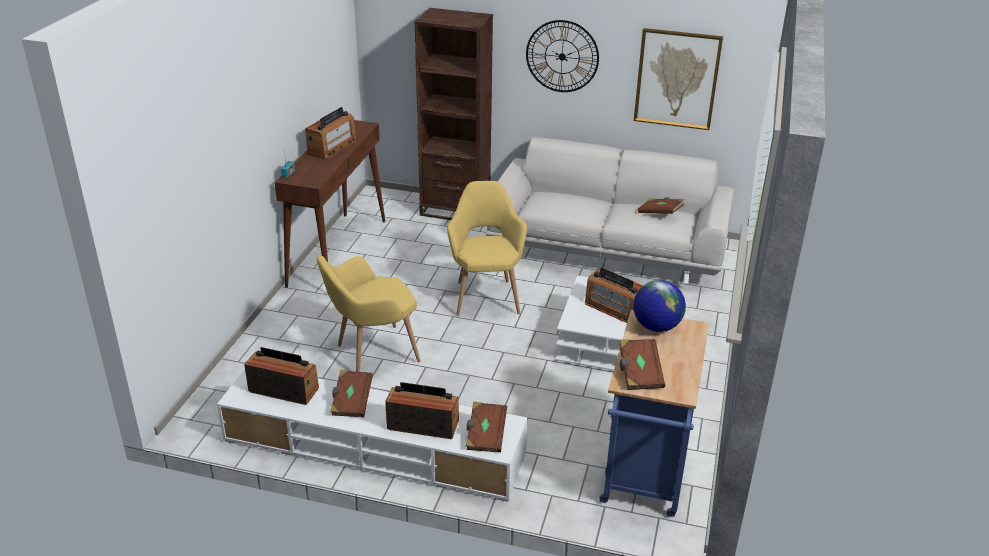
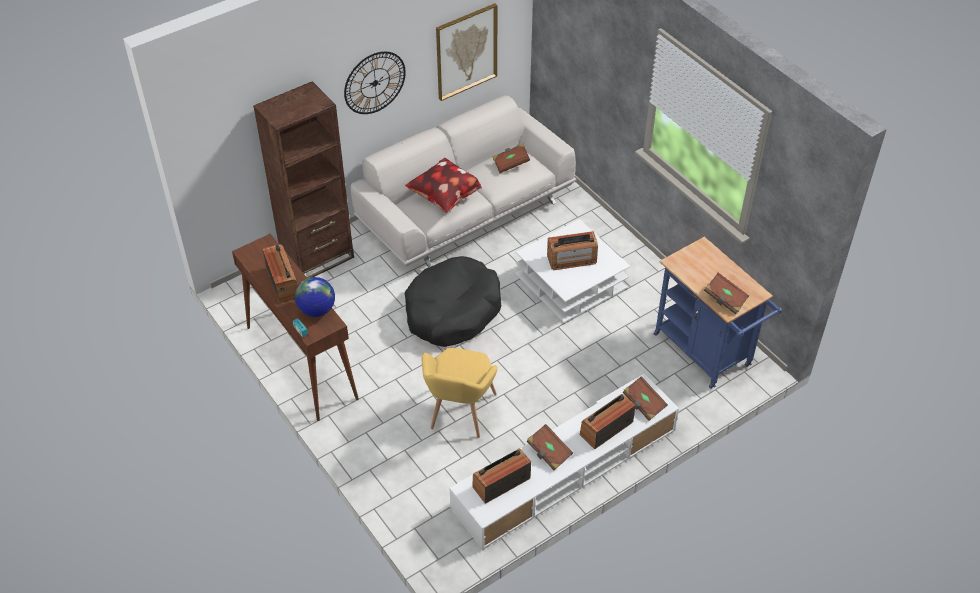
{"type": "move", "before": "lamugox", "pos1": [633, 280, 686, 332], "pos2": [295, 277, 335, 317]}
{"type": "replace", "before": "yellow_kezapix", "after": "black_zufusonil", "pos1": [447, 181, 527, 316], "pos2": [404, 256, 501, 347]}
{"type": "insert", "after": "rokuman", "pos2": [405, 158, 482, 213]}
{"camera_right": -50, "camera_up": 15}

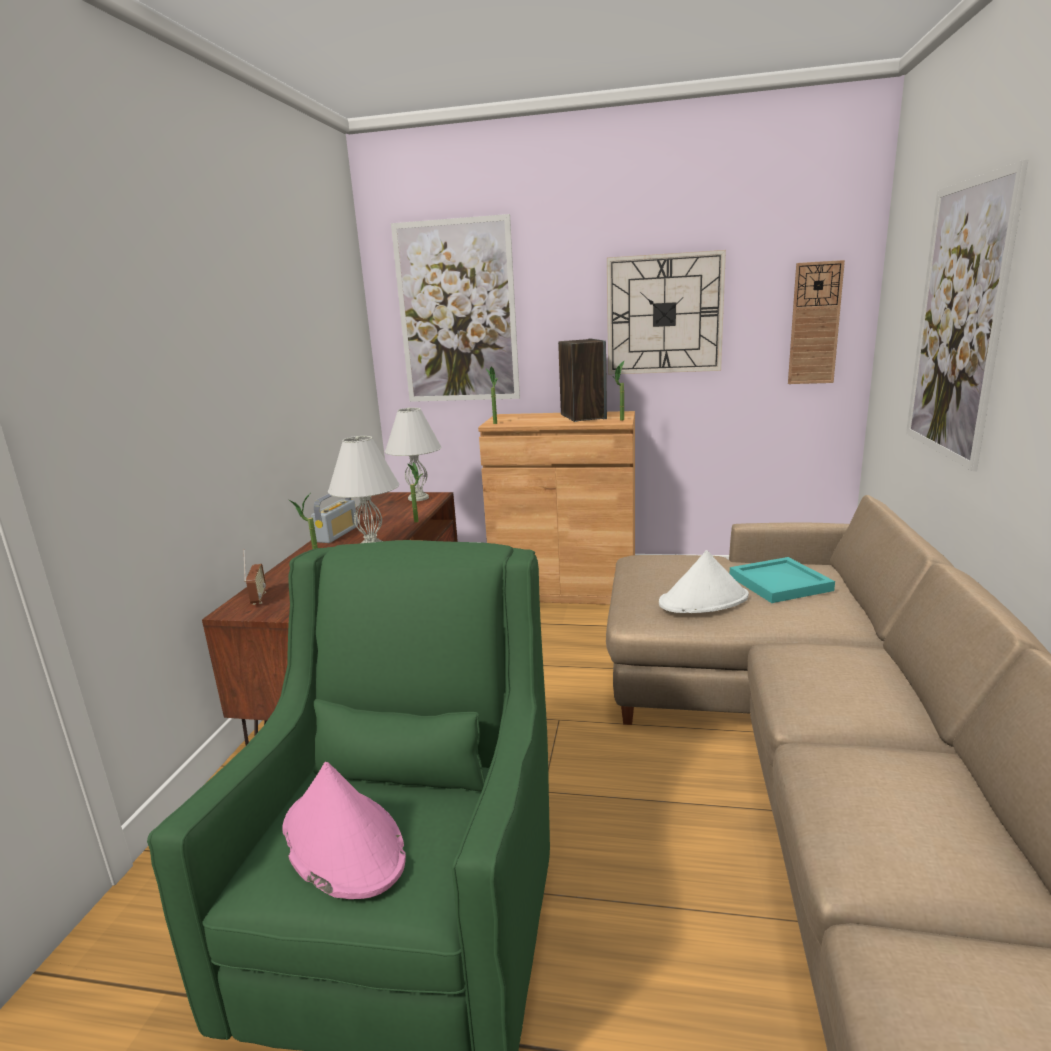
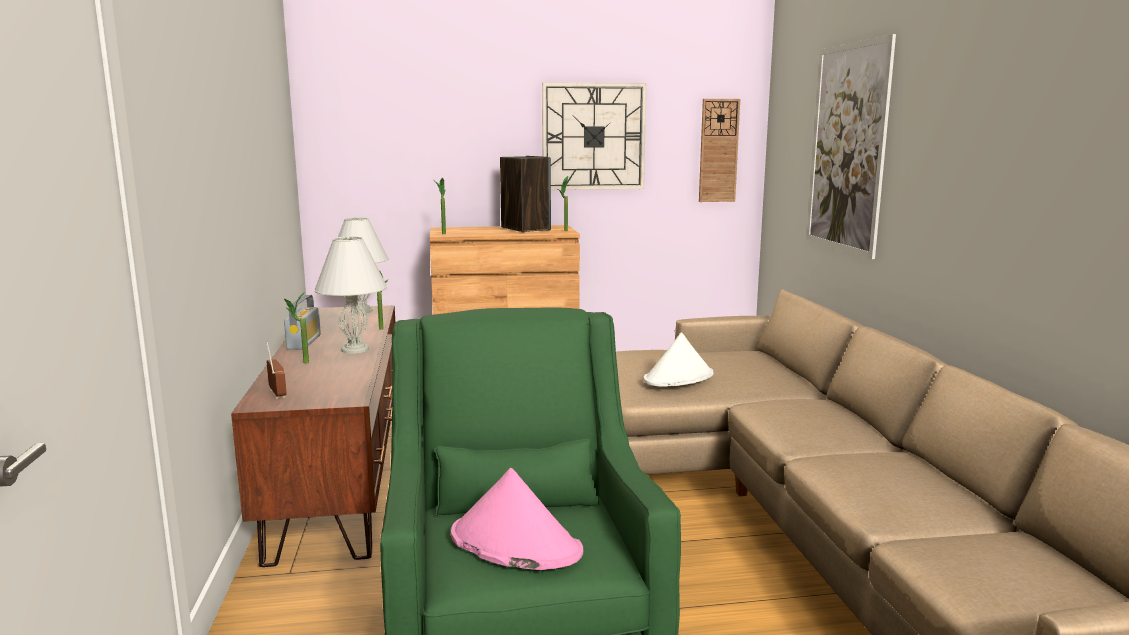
{"type": "delete", "before": "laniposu", "pos1": [391, 214, 520, 402]}
{"type": "delete", "before": "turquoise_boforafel", "pos1": [729, 557, 835, 603]}
{"camera_right": -20, "camera_up": -5}

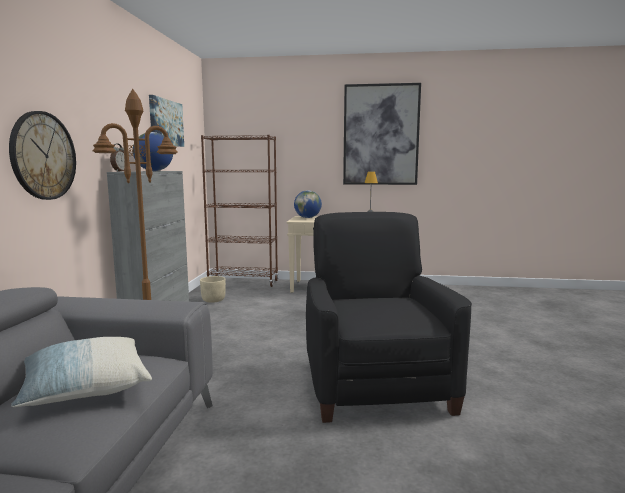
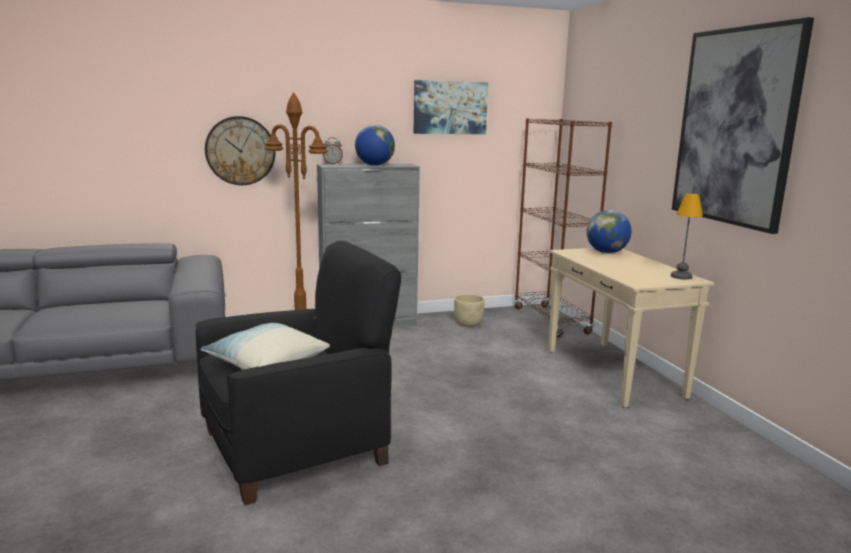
{"type": "move", "before": "rokuman", "pos1": [11, 337, 152, 407], "pos2": [200, 323, 330, 370]}
{"camera_right": 65, "camera_up": 5}

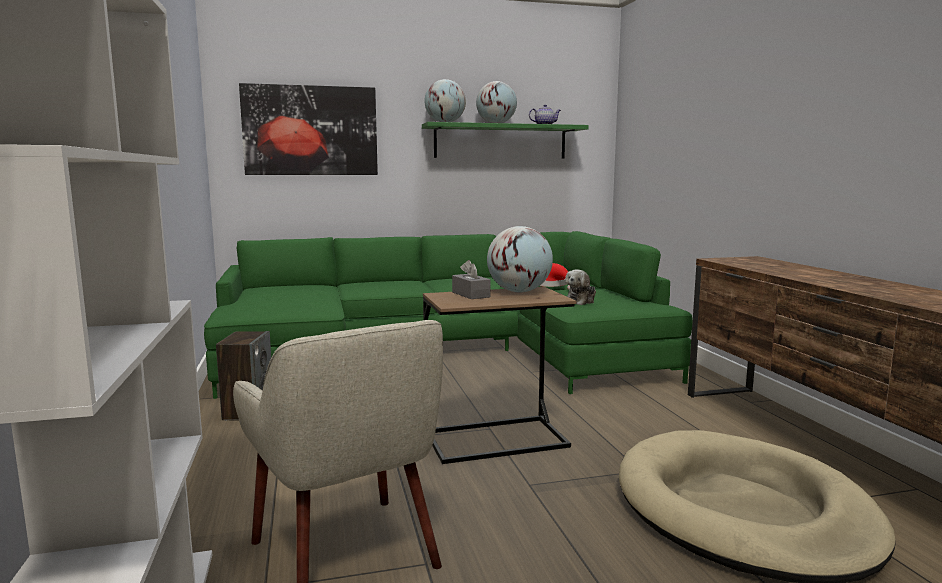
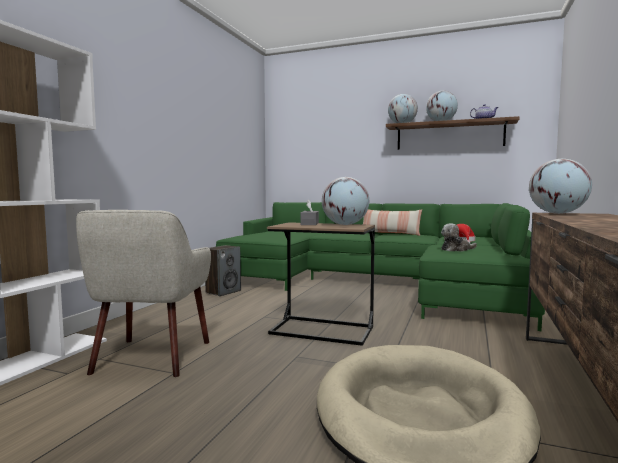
{"type": "insert", "after": "rokuman", "pos2": [363, 209, 422, 236]}
{"type": "recolor", "before": "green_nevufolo", "after": "brown_nevufolo", "pos1": [422, 122, 589, 158], "pos2": [386, 116, 519, 150]}
{"type": "insert", "after": "lamugox", "pos2": [529, 159, 592, 214]}
{"type": "delete", "before": "laniposu", "pos1": [239, 83, 378, 175]}
{"camera_right": 35, "camera_up": -5}

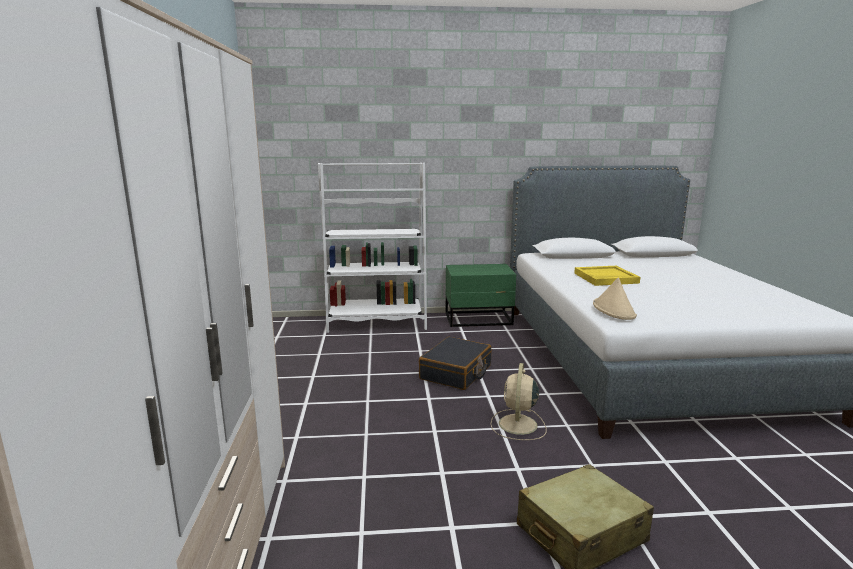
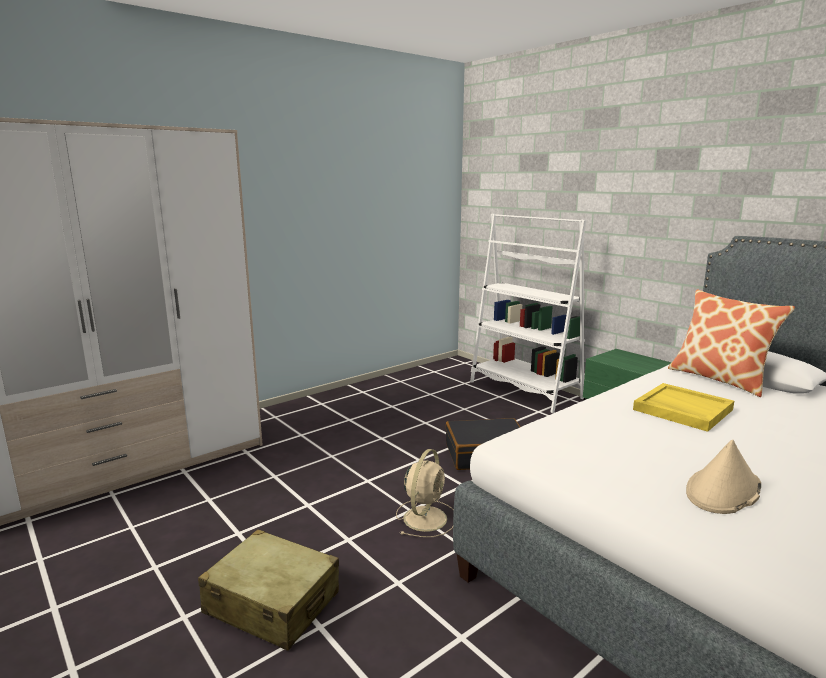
{"type": "rotate", "before": "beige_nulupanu", "pos1": [491, 363, 547, 440], "pos2": [396, 449, 454, 537], "turn": 135}
{"type": "insert", "after": "rokuman", "pos2": [668, 289, 795, 397]}
{"type": "move", "before": "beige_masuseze", "pos1": [593, 277, 637, 320], "pos2": [686, 439, 761, 514]}
{"camera_right": 55, "camera_up": 0}

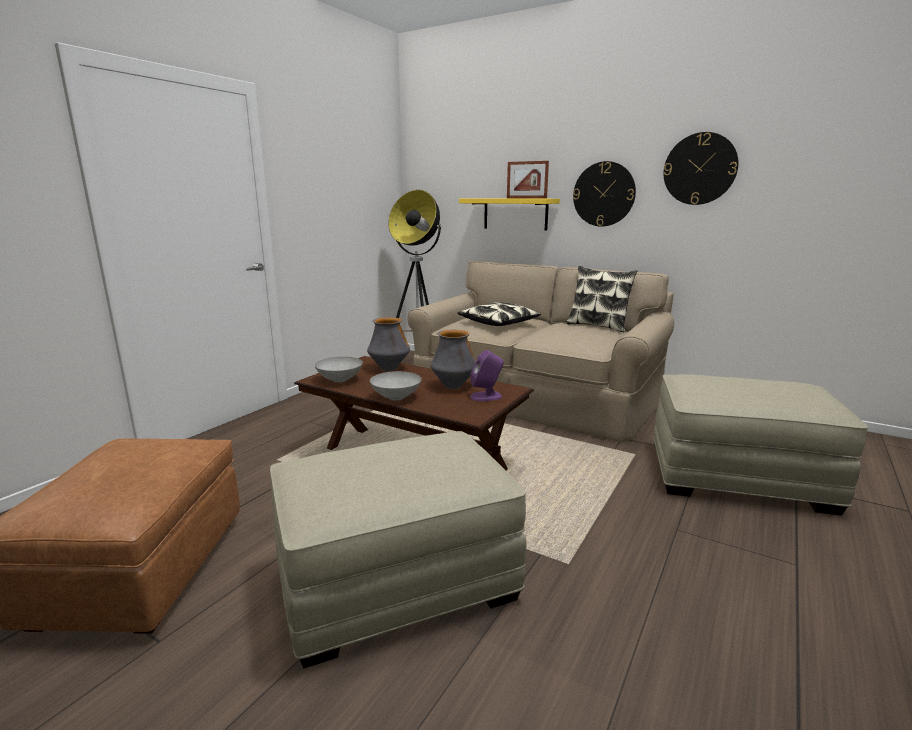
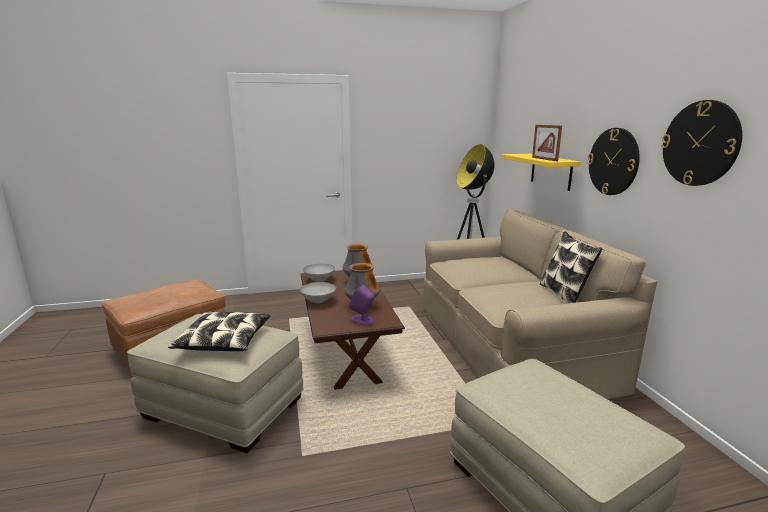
{"type": "move", "before": "rokuman", "pos1": [457, 302, 541, 326], "pos2": [168, 312, 270, 351]}
{"camera_right": 45, "camera_up": 0}

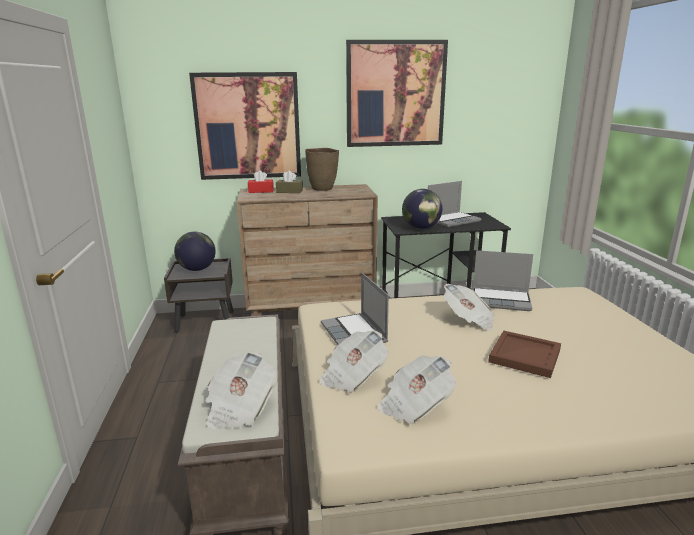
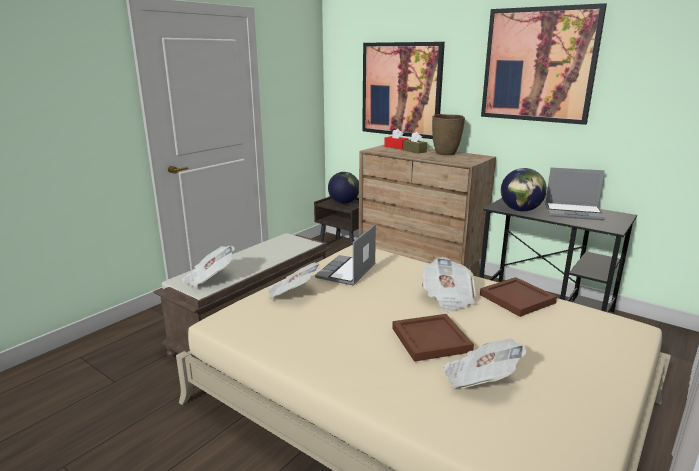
{"type": "move", "before": "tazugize", "pos1": [377, 355, 456, 424], "pos2": [443, 339, 527, 389]}
{"type": "replace", "before": "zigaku", "after": "brown_boforafel", "pos1": [473, 250, 533, 311], "pos2": [480, 277, 557, 317]}
{"camera_right": 45, "camera_up": 0}

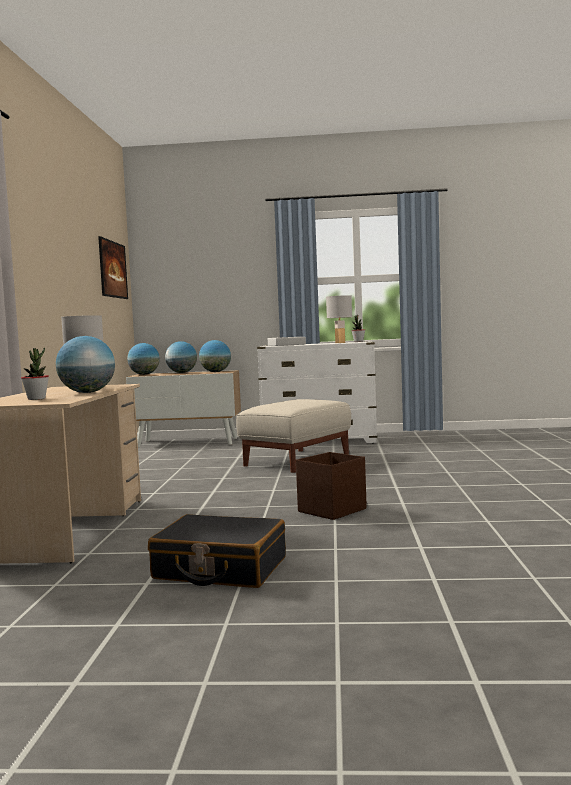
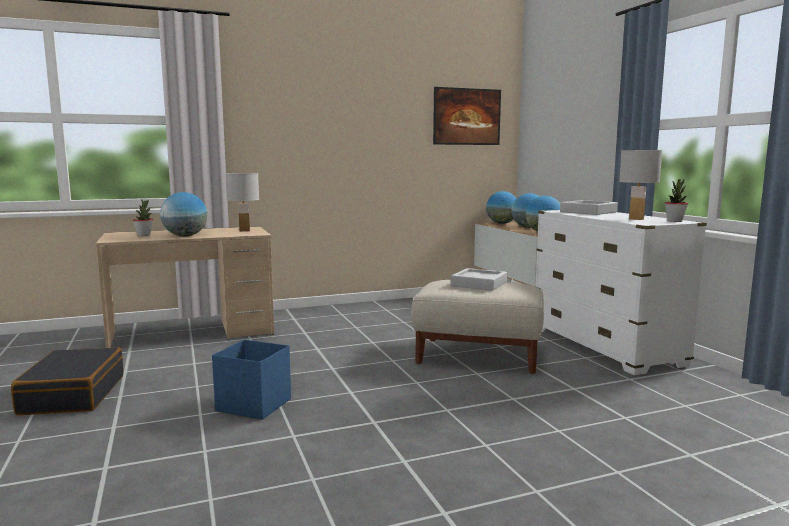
{"type": "recolor", "before": "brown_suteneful", "after": "blue_suteneful", "pos1": [296, 452, 367, 520], "pos2": [212, 339, 291, 420]}
{"type": "insert", "after": "grey_boforafel", "pos2": [451, 268, 507, 291]}
{"camera_right": 65, "camera_up": 5}

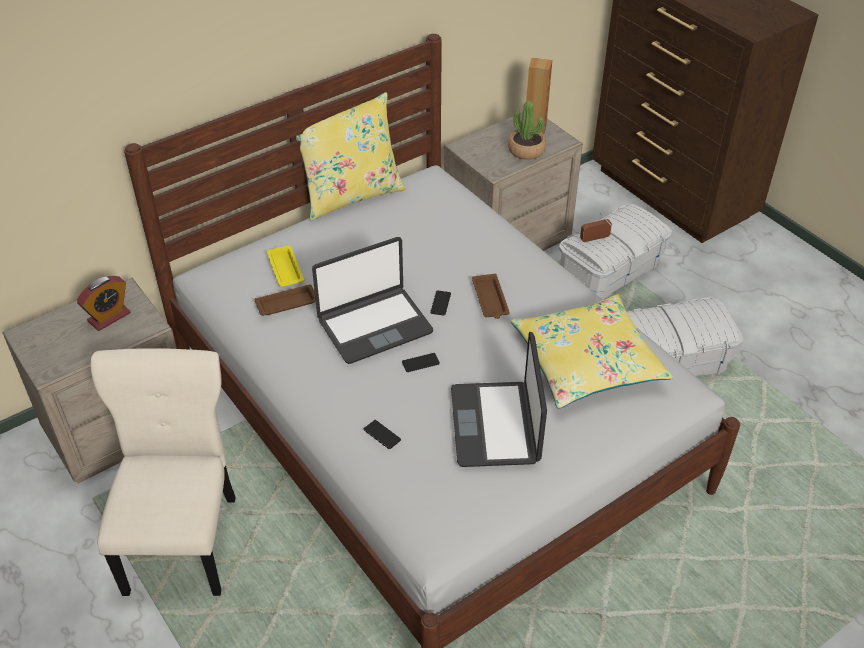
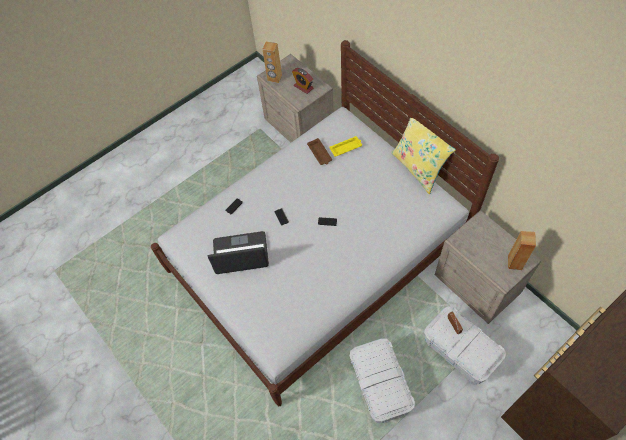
{"type": "insert", "after": "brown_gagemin", "pos2": [262, 41, 282, 83]}
{"type": "delete", "before": "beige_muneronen", "pos1": [90, 348, 236, 596]}
{"type": "delete", "before": "zigaku", "pos1": [312, 237, 433, 364]}
{"type": "delete", "before": "brown_boforafel", "pos1": [472, 274, 510, 319]}
{"type": "delete", "before": "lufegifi", "pos1": [508, 101, 546, 160]}
{"type": "delete", "before": "yellow_rokuman", "pos1": [511, 294, 673, 409]}
{"camera_right": 90, "camera_up": 15}

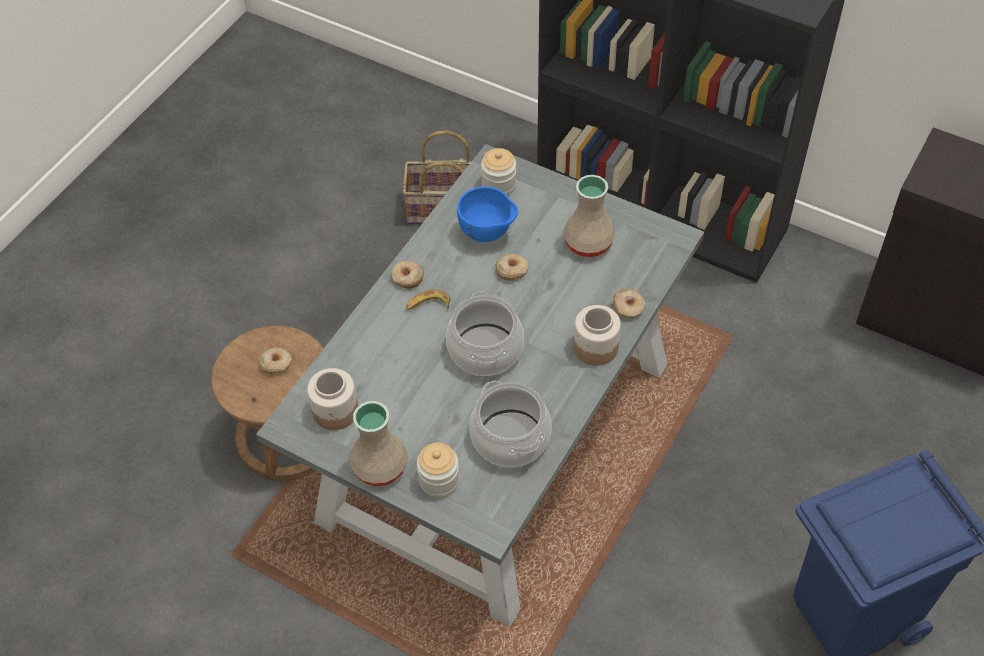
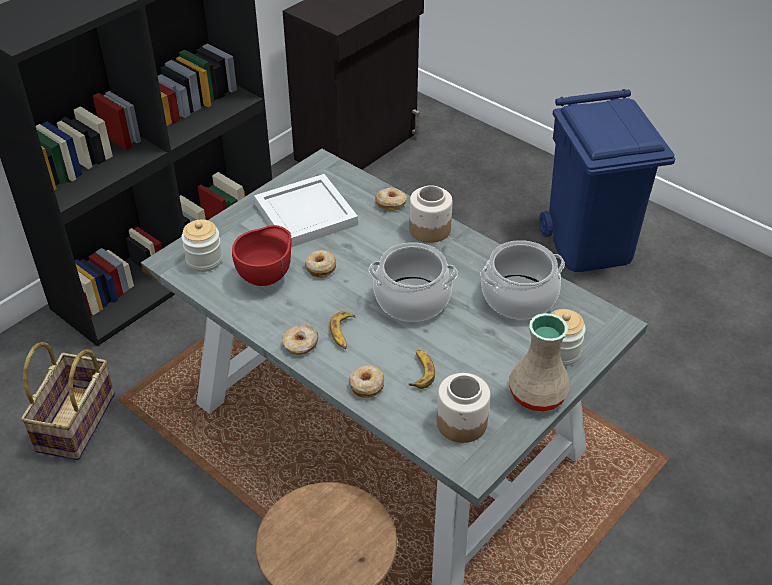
{"type": "recolor", "before": "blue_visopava", "after": "red_visopava", "pos1": [457, 186, 518, 242], "pos2": [232, 225, 292, 286]}
{"type": "replace", "before": "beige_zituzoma", "after": "white_boforafel", "pos1": [563, 175, 615, 257], "pos2": [254, 174, 358, 247]}
{"type": "move", "before": "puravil", "pos1": [259, 347, 292, 375], "pos2": [349, 365, 384, 398]}
{"type": "insert", "after": "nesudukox", "pos2": [408, 350, 435, 389]}
{"camera_right": -80, "camera_up": -10}

